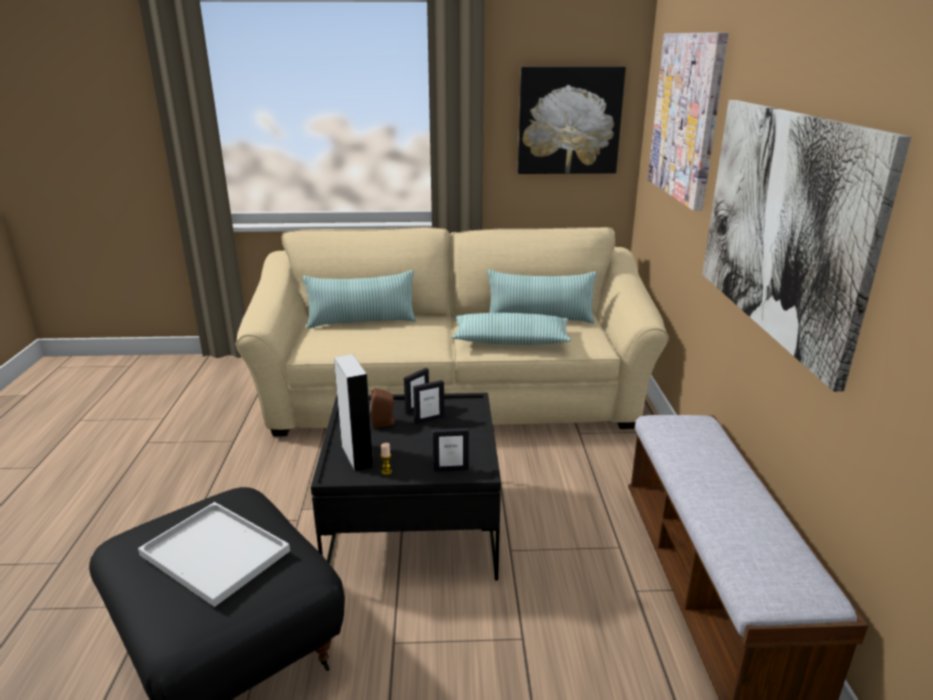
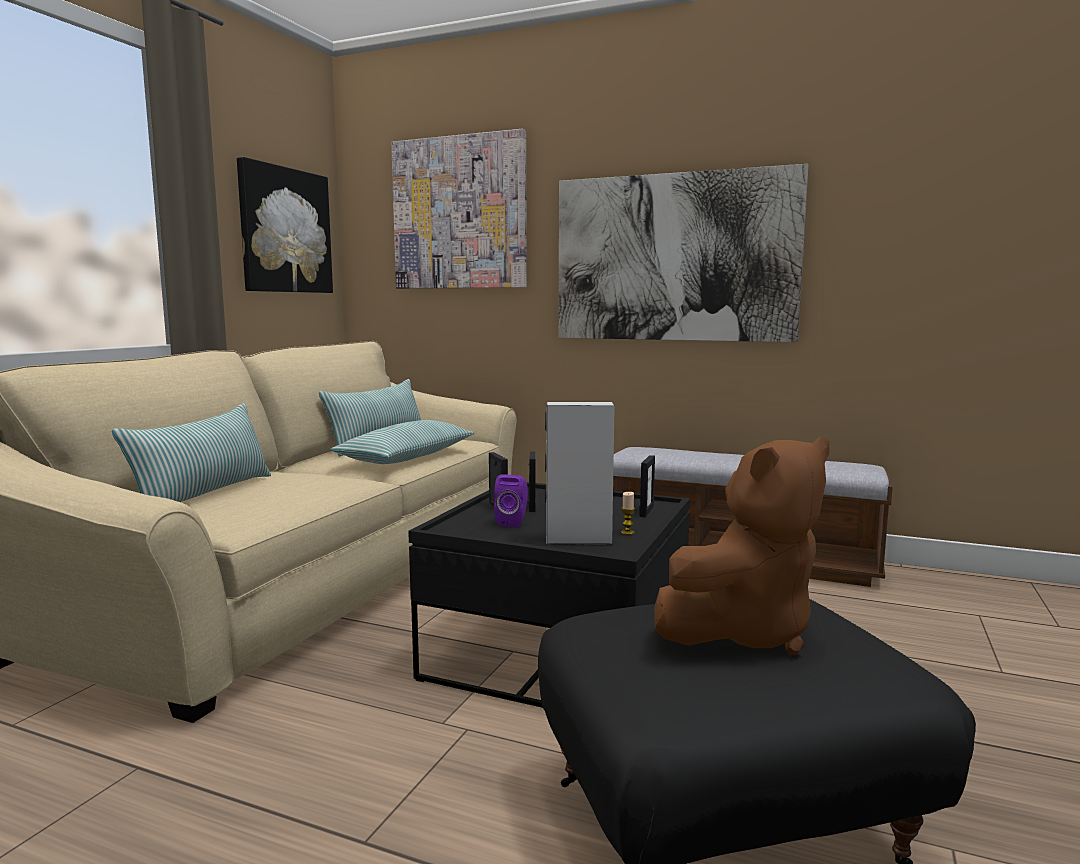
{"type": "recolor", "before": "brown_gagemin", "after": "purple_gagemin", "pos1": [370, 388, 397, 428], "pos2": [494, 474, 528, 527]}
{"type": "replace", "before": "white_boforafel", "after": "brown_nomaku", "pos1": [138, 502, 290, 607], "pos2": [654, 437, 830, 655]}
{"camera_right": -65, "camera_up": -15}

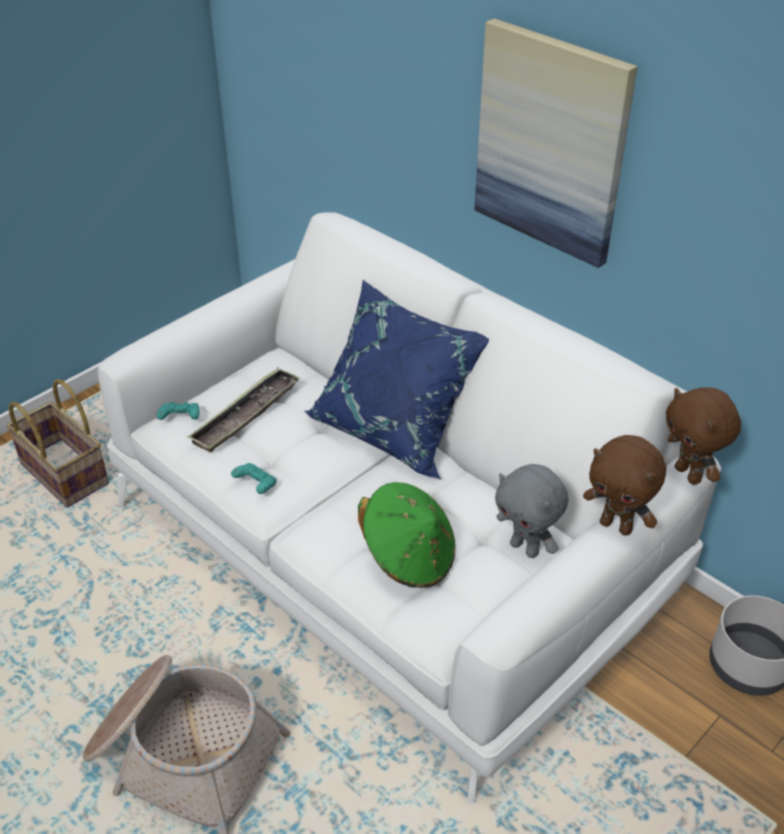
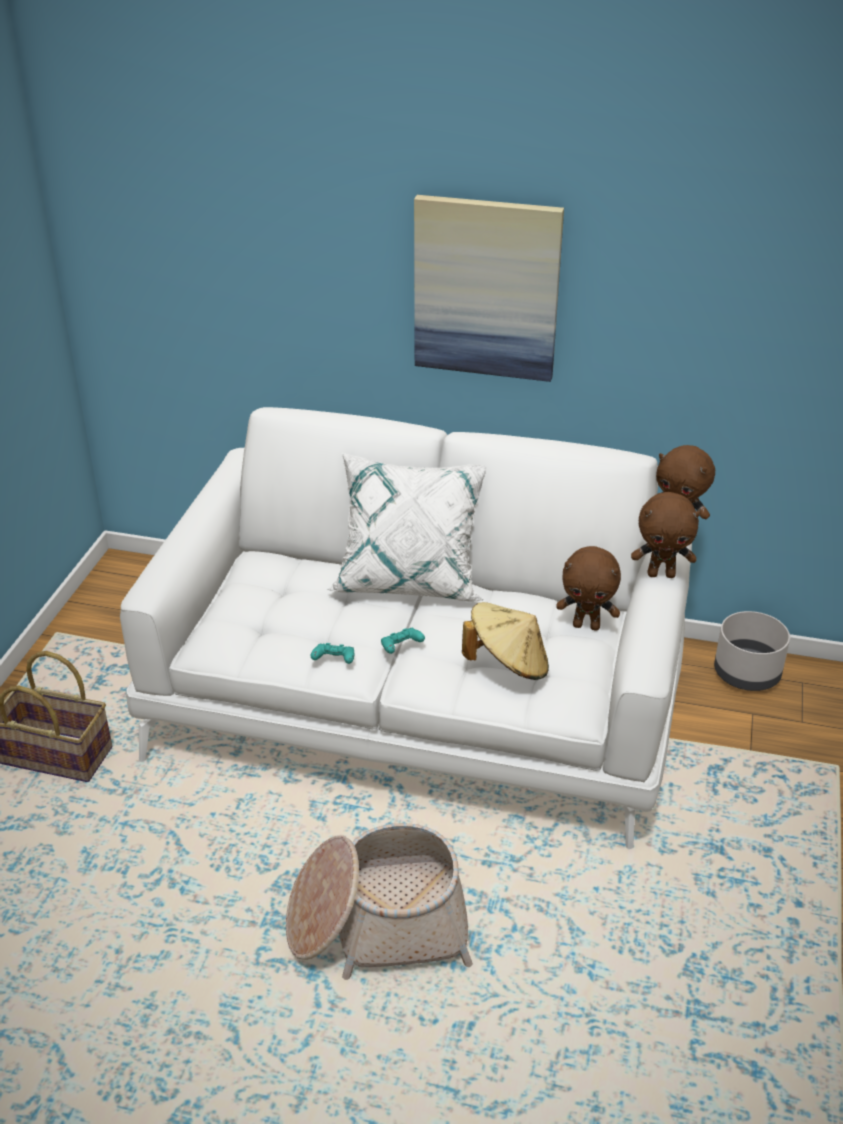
{"type": "recolor", "before": "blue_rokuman", "after": "white_rokuman", "pos1": [305, 280, 489, 479], "pos2": [326, 453, 486, 601]}
{"type": "move", "before": "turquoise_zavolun", "pos1": [157, 402, 200, 420], "pos2": [381, 628, 425, 654]}
{"type": "recolor", "before": "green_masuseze", "after": "beige_masuseze", "pos1": [358, 482, 456, 588], "pos2": [462, 602, 549, 680]}
{"type": "recolor", "before": "grey_nomaku", "after": "brown_nomaku", "pos1": [495, 464, 568, 558], "pos2": [556, 546, 621, 631]}
{"type": "delete", "before": "boforafel", "pos1": [188, 367, 300, 452]}
{"camera_right": -30, "camera_up": -5}

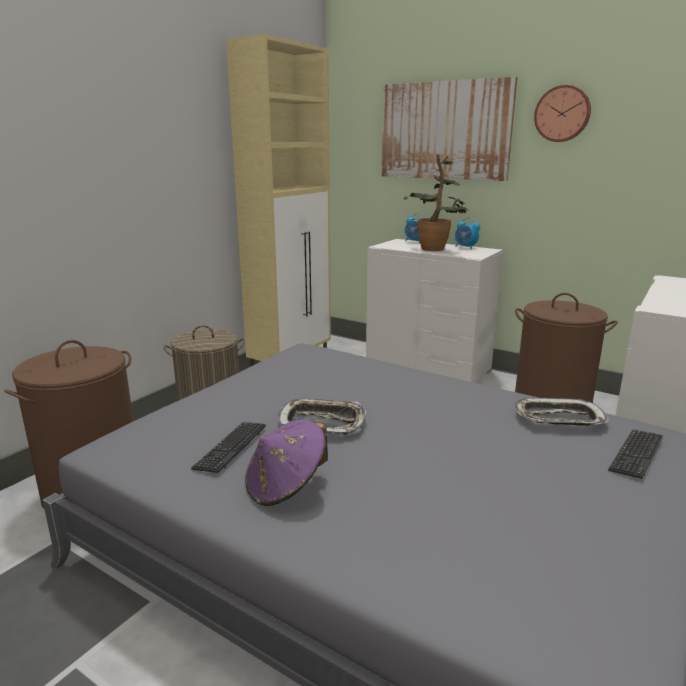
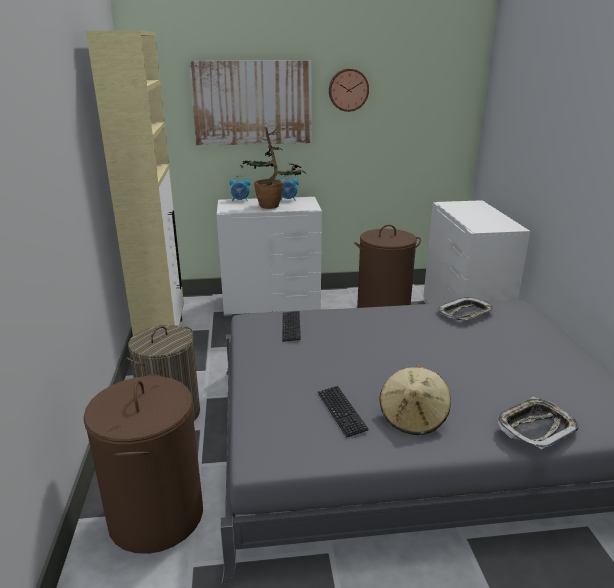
{"type": "move", "before": "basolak", "pos1": [608, 429, 663, 479], "pos2": [282, 311, 301, 342]}
{"type": "recolor", "before": "purple_masuseze", "after": "beige_masuseze", "pos1": [245, 419, 328, 506], "pos2": [380, 366, 451, 435]}
{"type": "move", "before": "boforafel", "pos1": [278, 398, 367, 435], "pos2": [498, 397, 578, 449]}
{"camera_right": -40, "camera_up": 5}

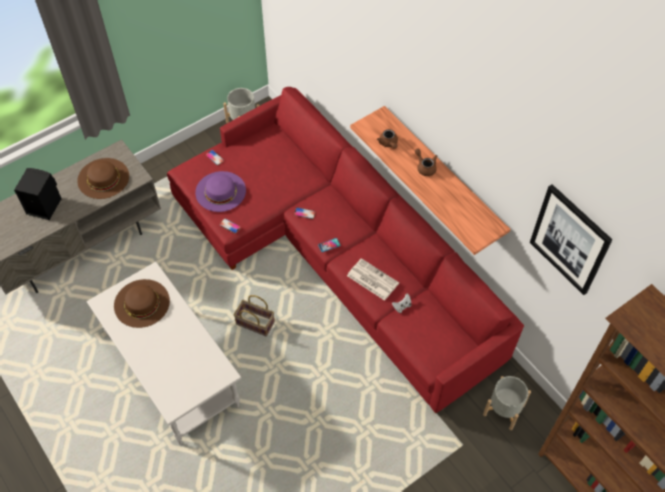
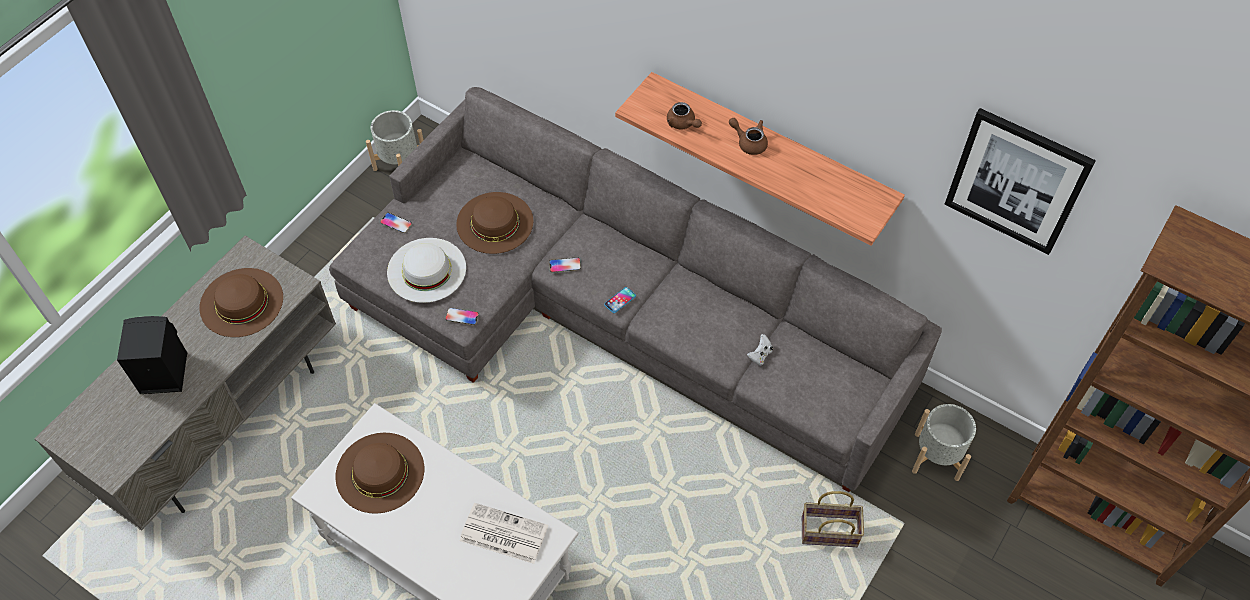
{"type": "recolor", "before": "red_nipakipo", "after": "grey_nipakipo", "pos1": [167, 87, 524, 413], "pos2": [329, 87, 942, 492]}
{"type": "recolor", "before": "purple_masuseze", "after": "white_masuseze", "pos1": [195, 171, 246, 212], "pos2": [387, 238, 466, 303]}
{"type": "insert", "after": "brown_masuseze", "pos2": [456, 192, 534, 254]}
{"type": "move", "before": "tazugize", "pos1": [347, 258, 399, 301], "pos2": [460, 503, 548, 564]}
{"type": "move", "before": "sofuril", "pos1": [234, 295, 275, 337], "pos2": [802, 491, 864, 547]}
{"camera_right": -20, "camera_up": 0}

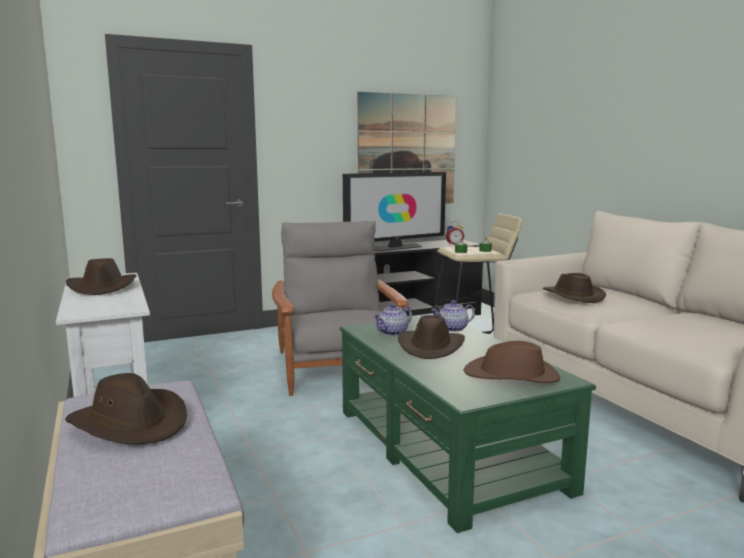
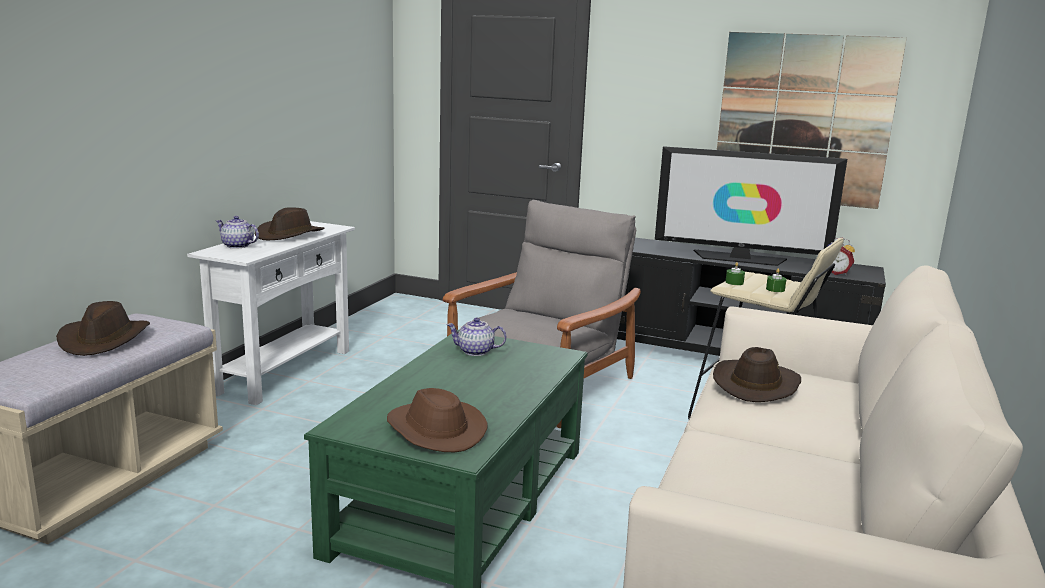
{"type": "move", "before": "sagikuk", "pos1": [432, 300, 475, 332], "pos2": [216, 216, 259, 249]}
{"type": "delete", "before": "brown_masuseze", "pos1": [398, 315, 465, 359]}
{"camera_right": 45, "camera_up": 5}

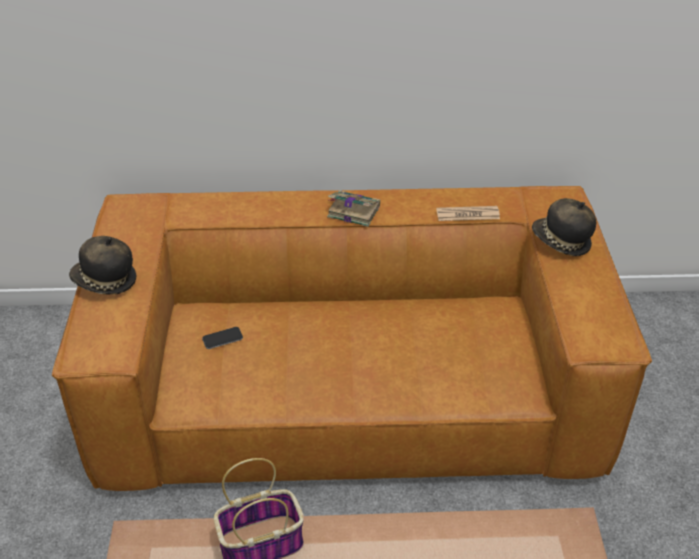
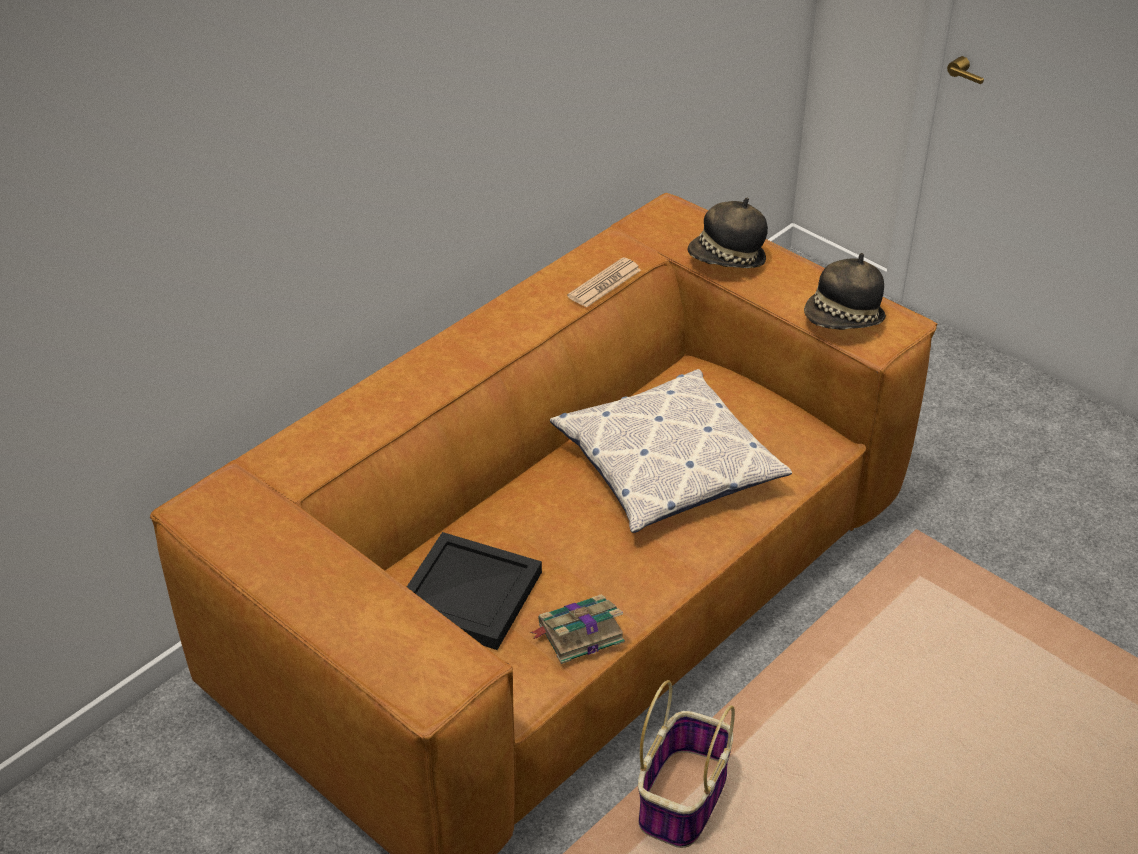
{"type": "replace", "before": "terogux", "after": "black_boforafel", "pos1": [202, 327, 243, 349], "pos2": [407, 532, 542, 650]}
{"type": "move", "before": "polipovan", "pos1": [327, 190, 380, 227], "pos2": [530, 594, 625, 664]}
{"type": "insert", "after": "rokuman", "pos2": [550, 369, 792, 533]}
{"type": "move", "before": "masuseze", "pos1": [69, 236, 137, 295], "pos2": [804, 253, 886, 330]}
{"camera_right": -45, "camera_up": 0}

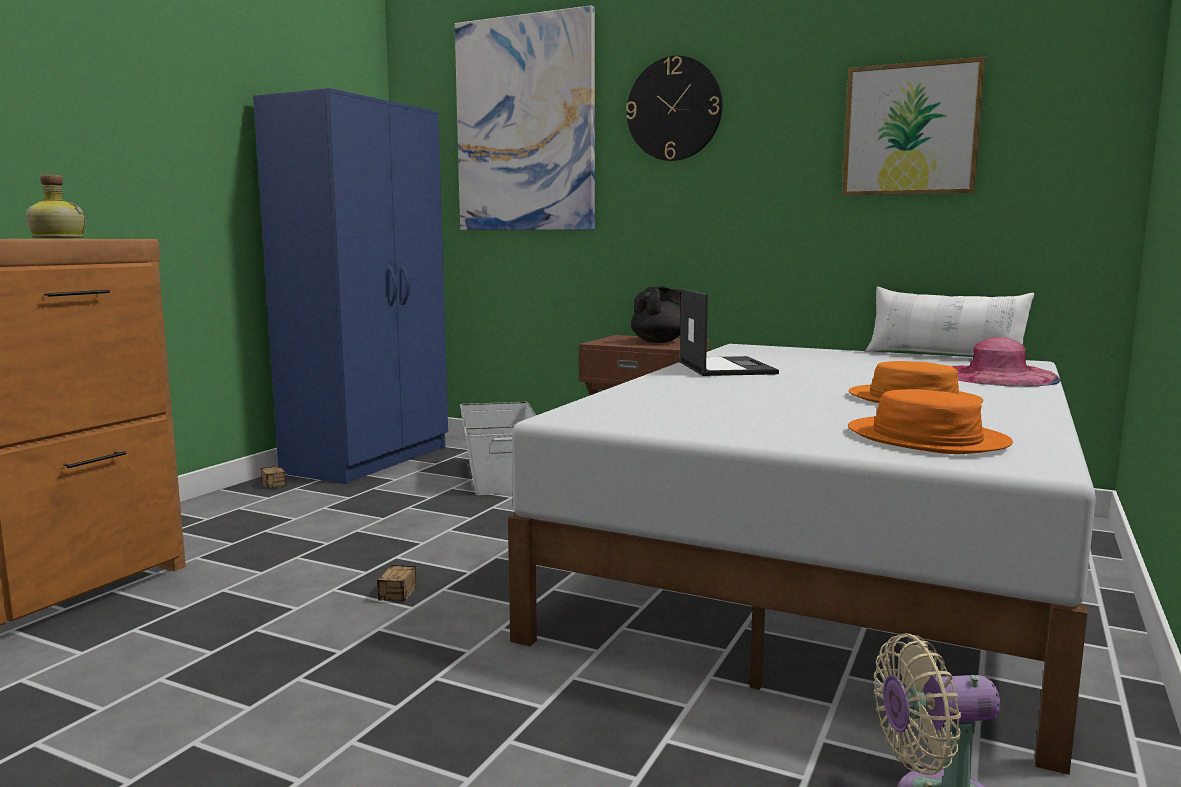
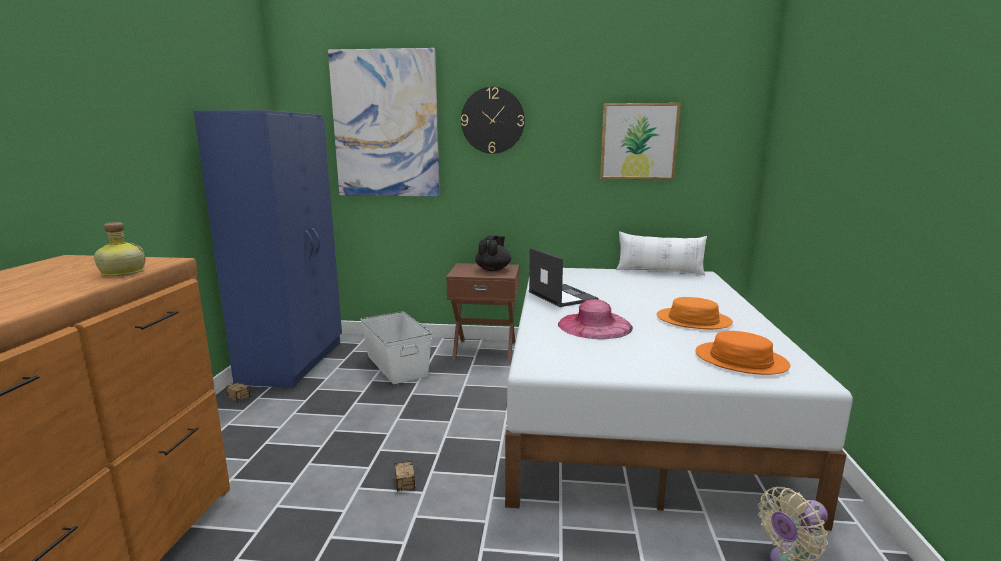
{"type": "move", "before": "pink_masuseze", "pos1": [952, 337, 1061, 386], "pos2": [558, 299, 633, 339]}
{"camera_right": -20, "camera_up": 5}

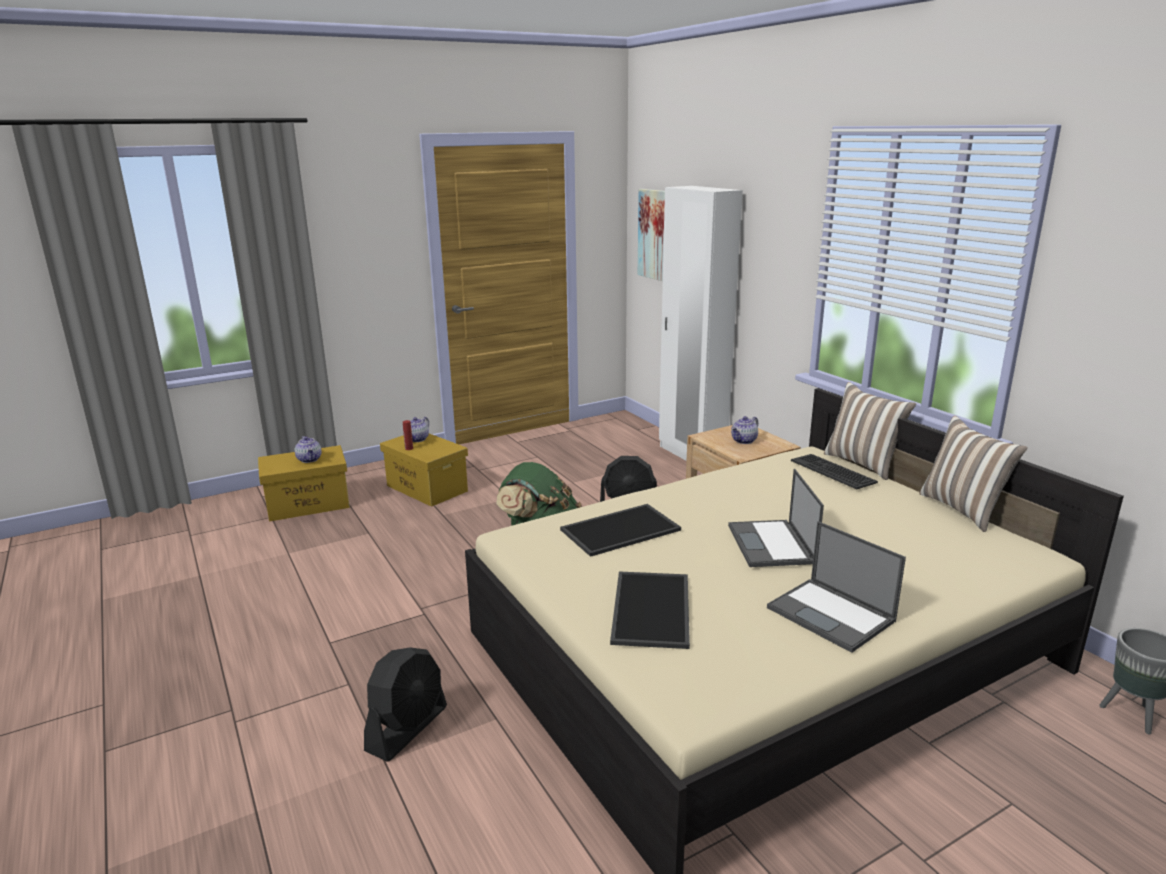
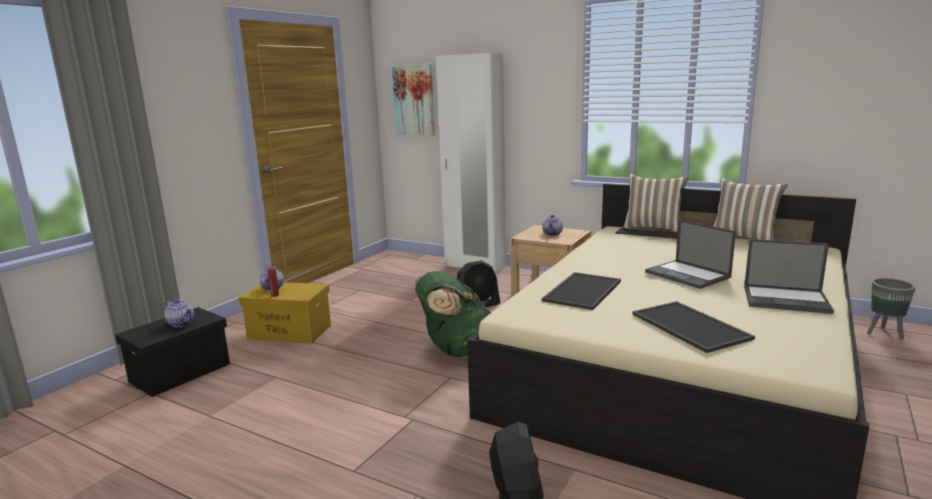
{"type": "recolor", "before": "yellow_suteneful", "after": "black_suteneful", "pos1": [258, 445, 350, 521], "pos2": [115, 307, 230, 397]}
{"camera_right": -30, "camera_up": -5}

